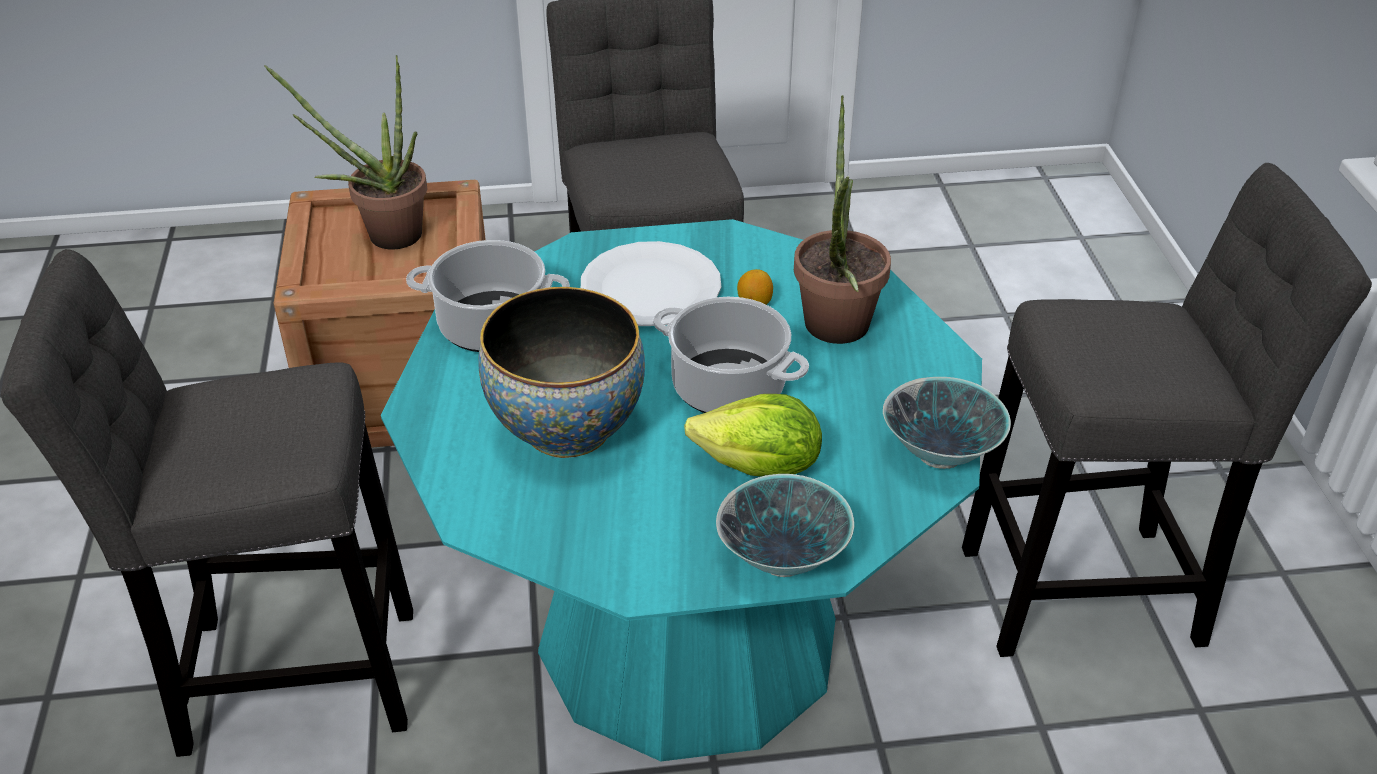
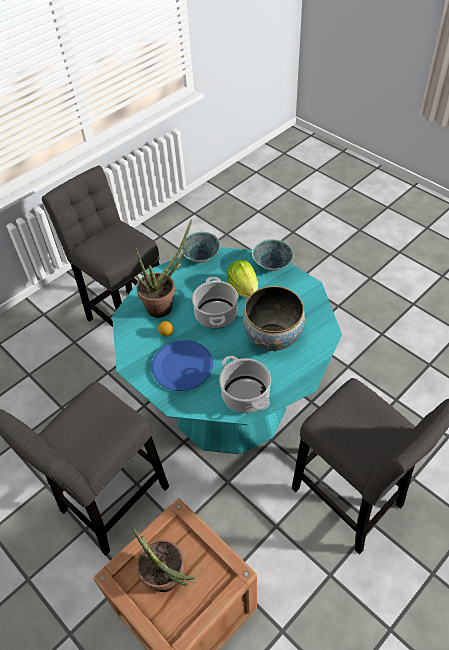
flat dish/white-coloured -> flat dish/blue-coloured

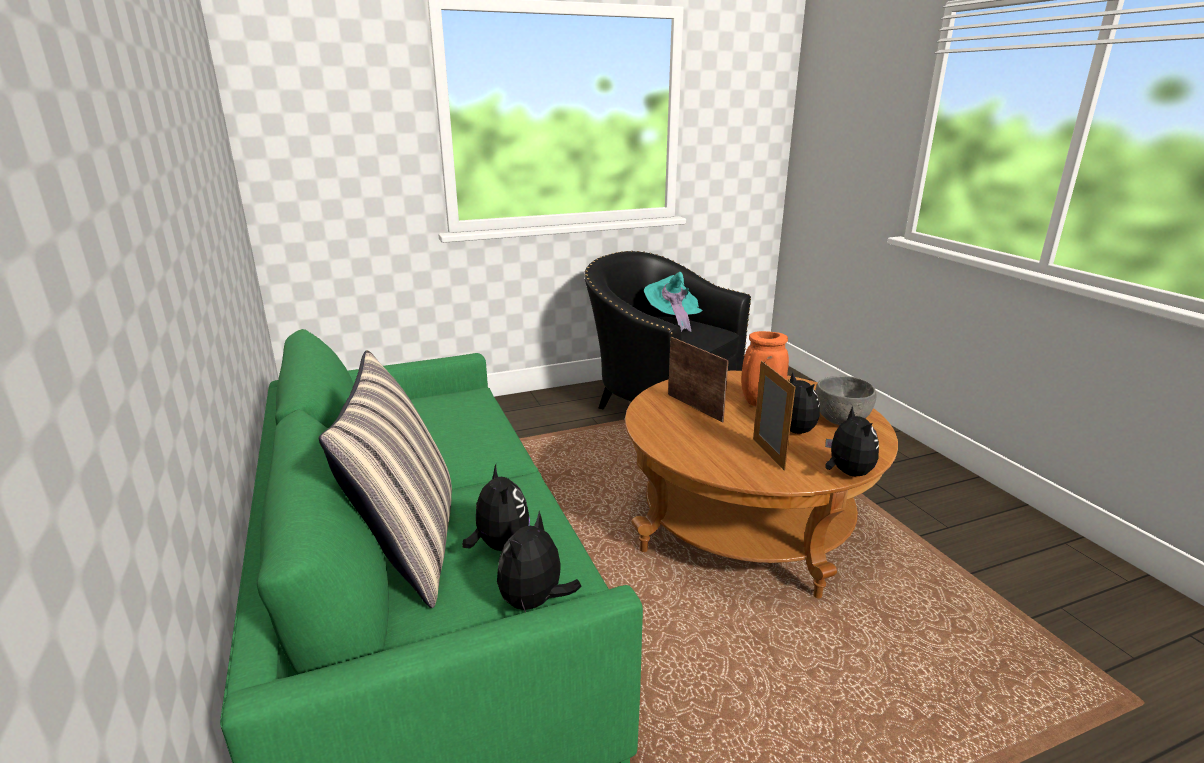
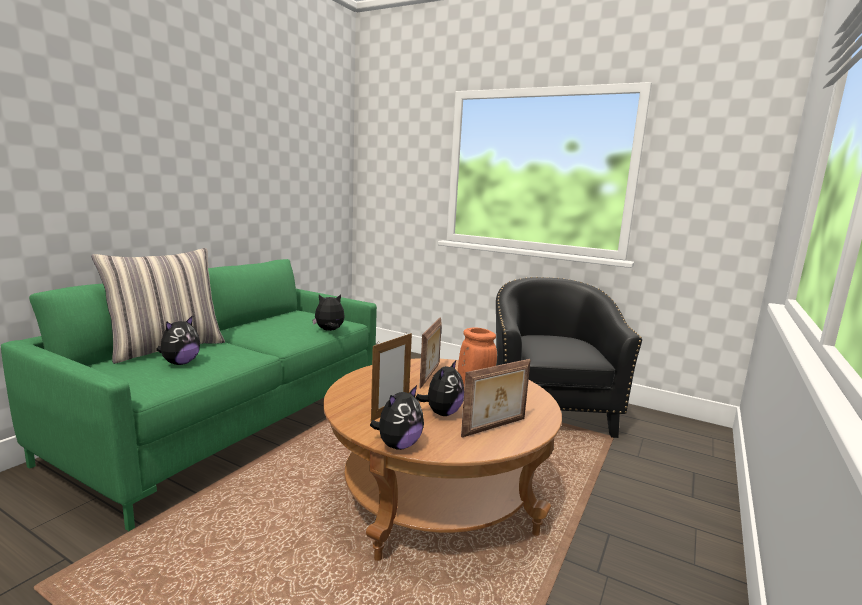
clothing hat/turquoise -> none
cuddly toy (no. 2 from left), relocated
bowl/gray -> standing frame (no. 3 from left)

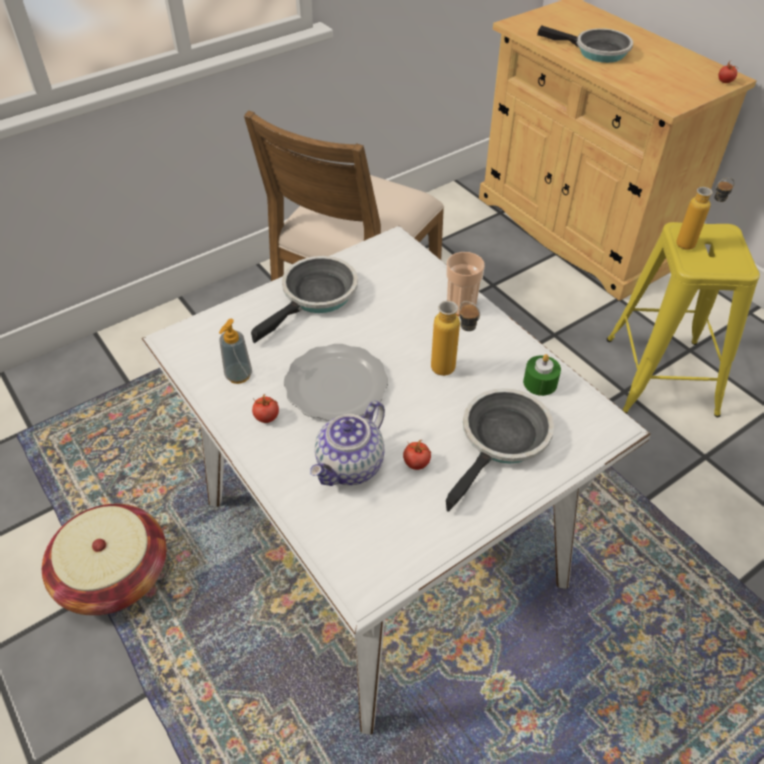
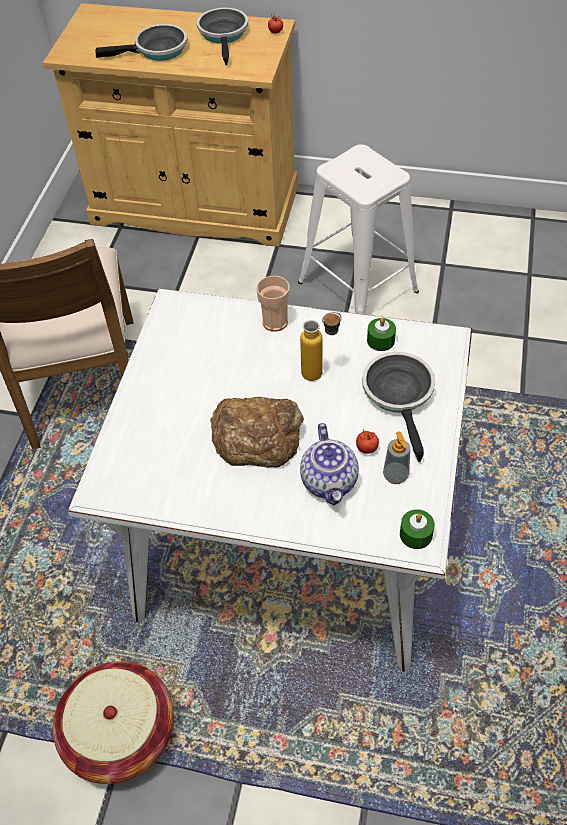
whole tomato (no. 1 from left) -> none
beverage bottle (no. 2 from left) -> none
none -> wax light/green-coloured (no. 2 from left)
liquid soap bottle, relocated
frying pan (no. 1 from left in the first image) -> frying pan (no. 2 from left), relocated
flat dish -> baked bread
stool seat/yellow -> stool seat/white-coloured

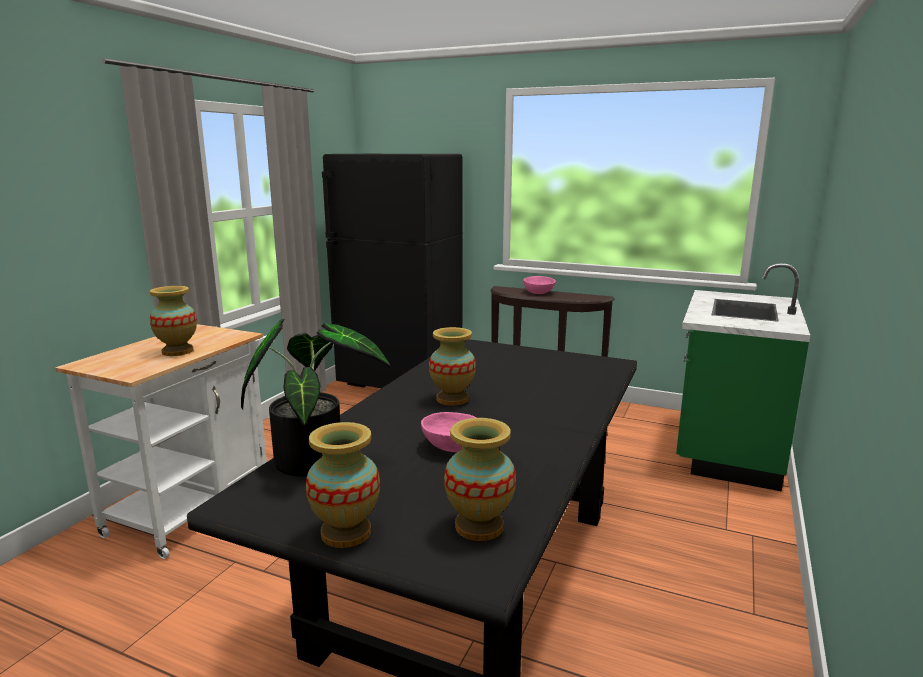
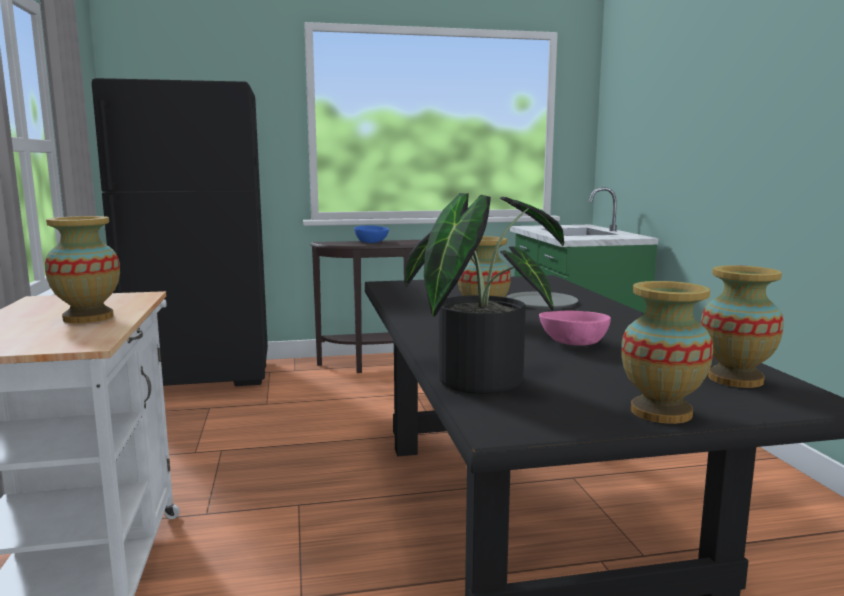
none -> flat dish/gray
bowl/pinkish (no. 2 from left) -> bowl/blue-coloured

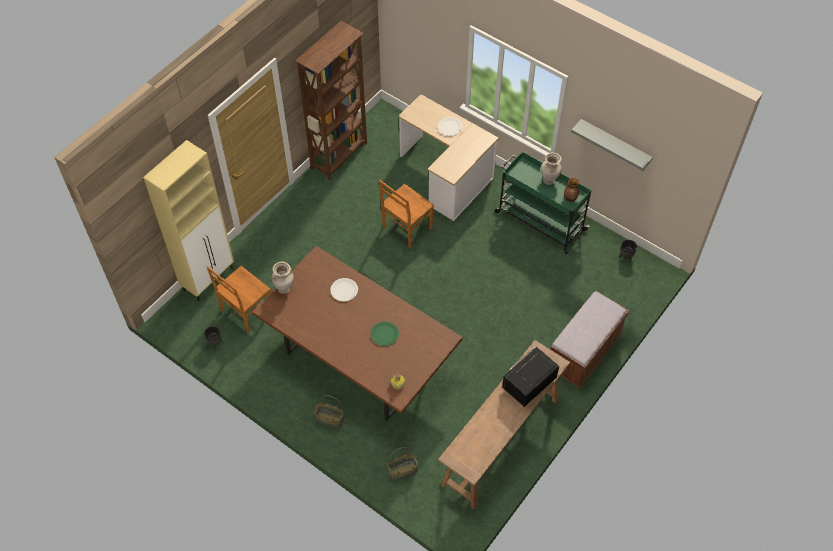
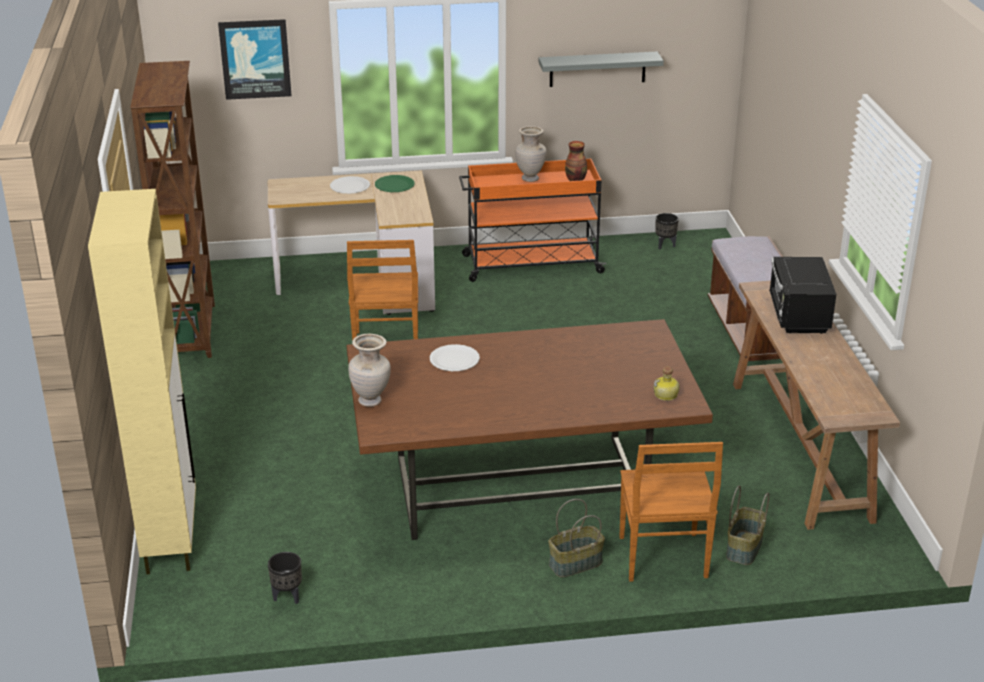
none -> wall art
upright chair/brown (no. 1 from left in the first image) -> upright chair/brown (no. 2 from left), relocated
flat dish/green-coloured, relocated
trolley/green-coloured -> trolley/orange

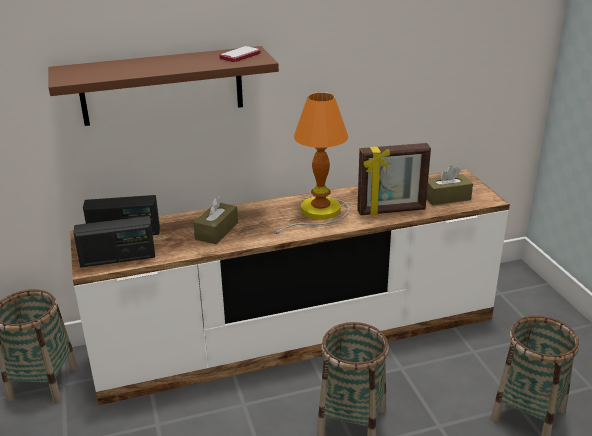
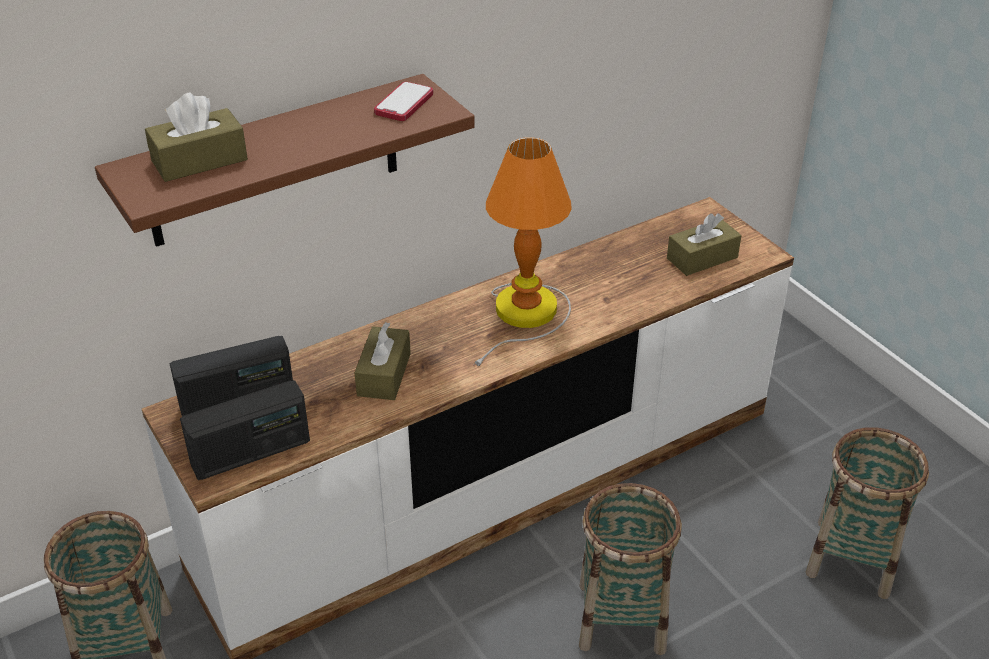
standing frame -> none
none -> tissue box/brown (no. 1 from left)

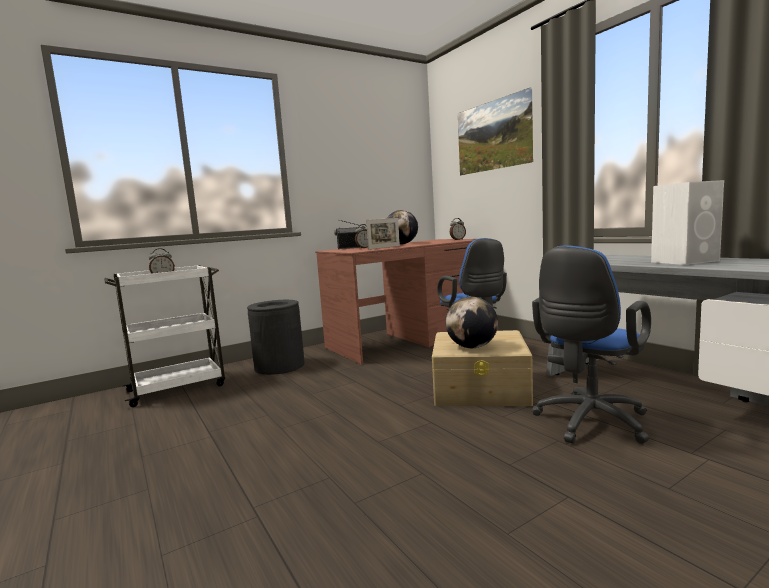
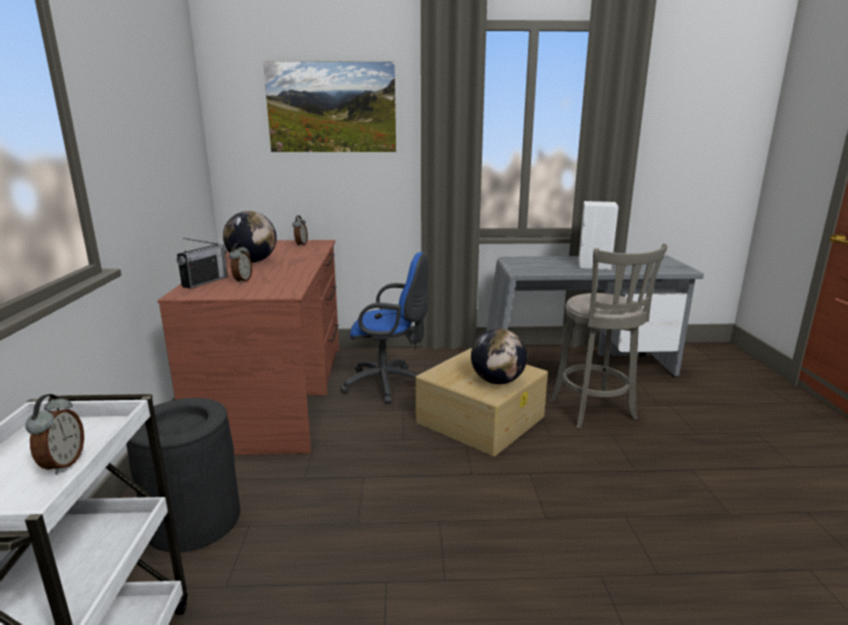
standing frame -> none
computer chair/blue-coloured (no. 2 from left) -> stool seat/gray

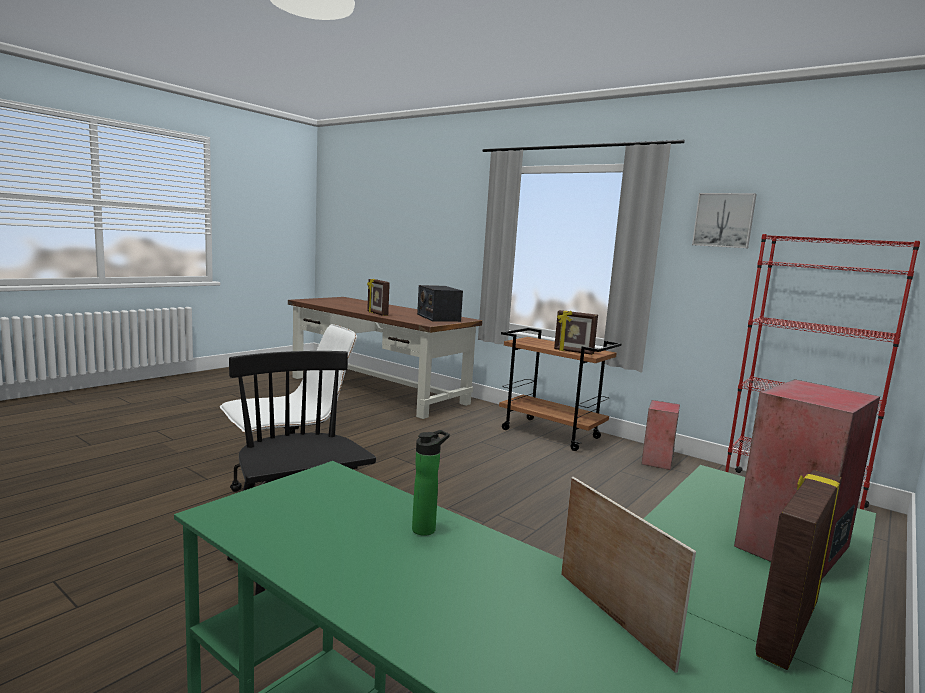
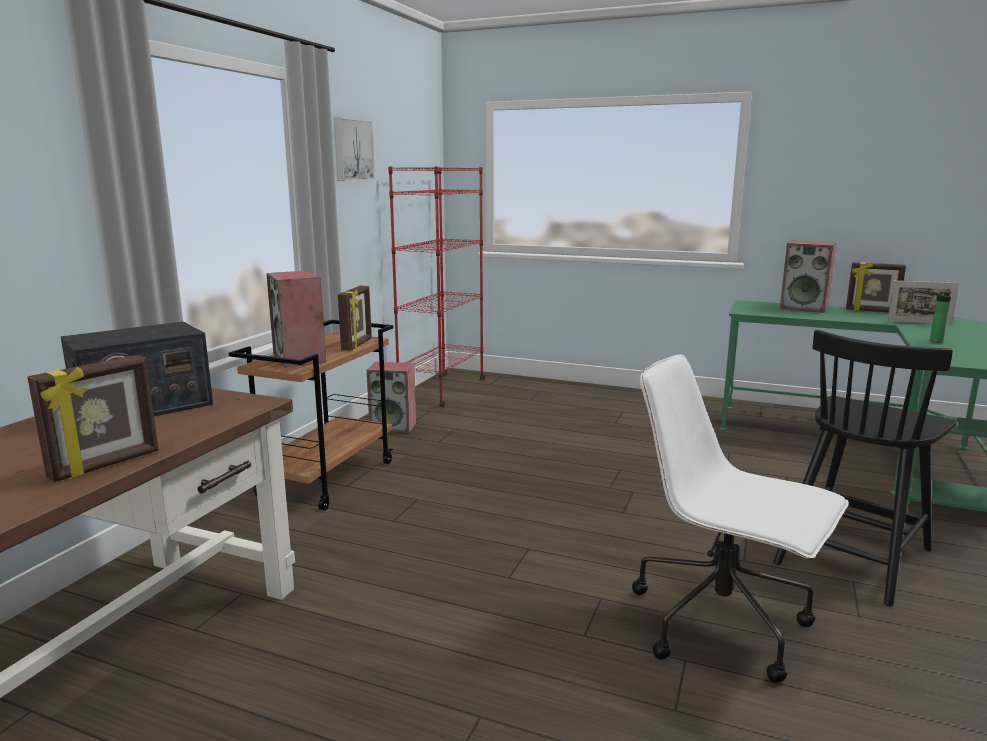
none -> loudspeaker (no. 1 from left)
standing frame (no. 3 from left in the first image) -> standing frame (no. 4 from left), 120 degrees counterclockwise

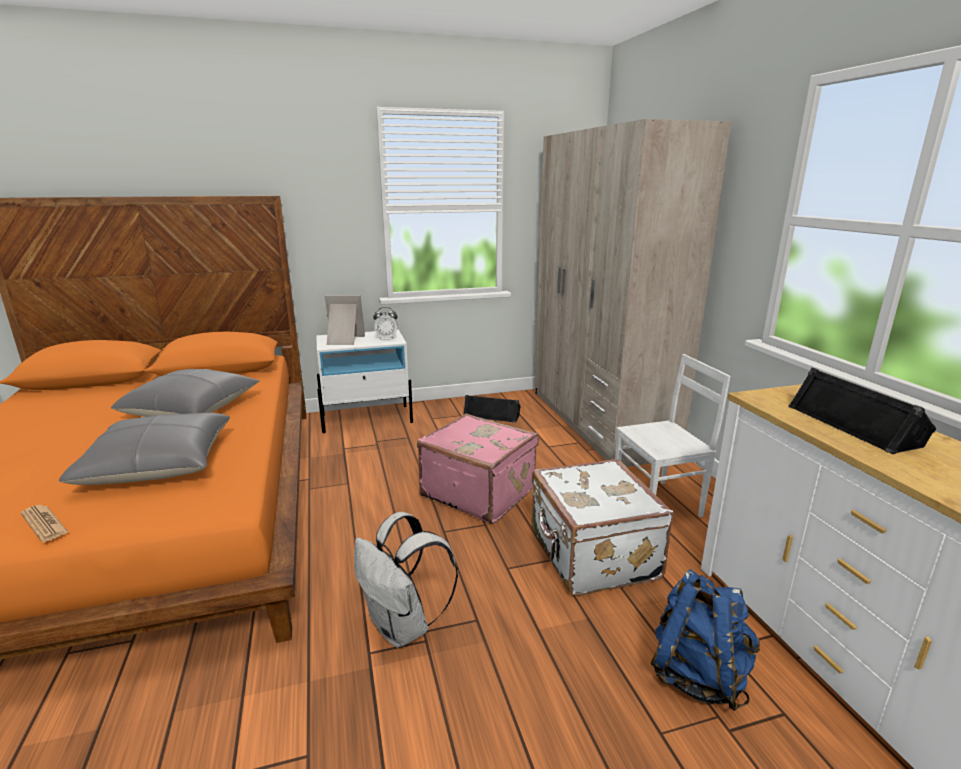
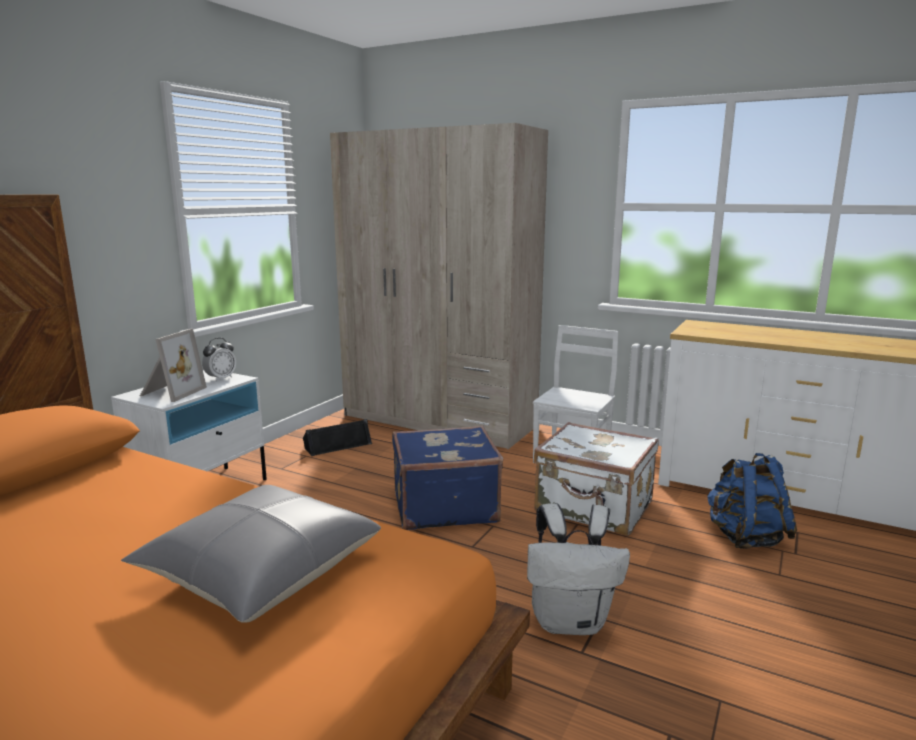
daily paper -> none
throw pillow/gray (no. 2 from left) -> none
loudspeaker/black (no. 2 from left) -> none
piece of luggage/pinkish -> piece of luggage/blue-coloured
standing frame, 150 degrees clockwise

